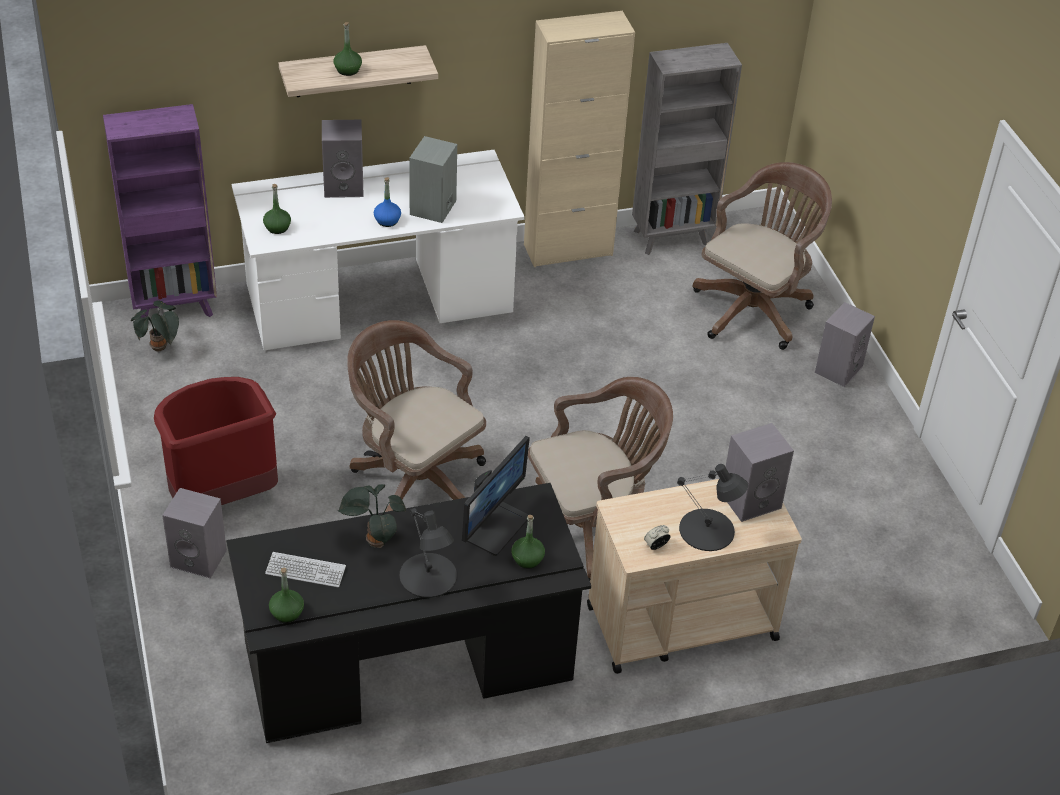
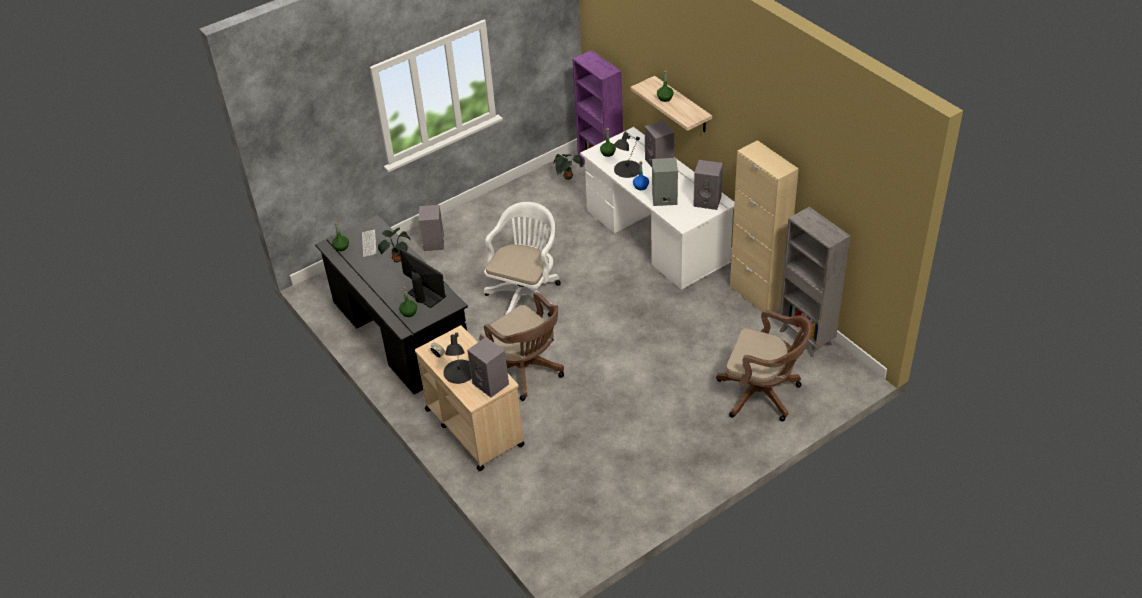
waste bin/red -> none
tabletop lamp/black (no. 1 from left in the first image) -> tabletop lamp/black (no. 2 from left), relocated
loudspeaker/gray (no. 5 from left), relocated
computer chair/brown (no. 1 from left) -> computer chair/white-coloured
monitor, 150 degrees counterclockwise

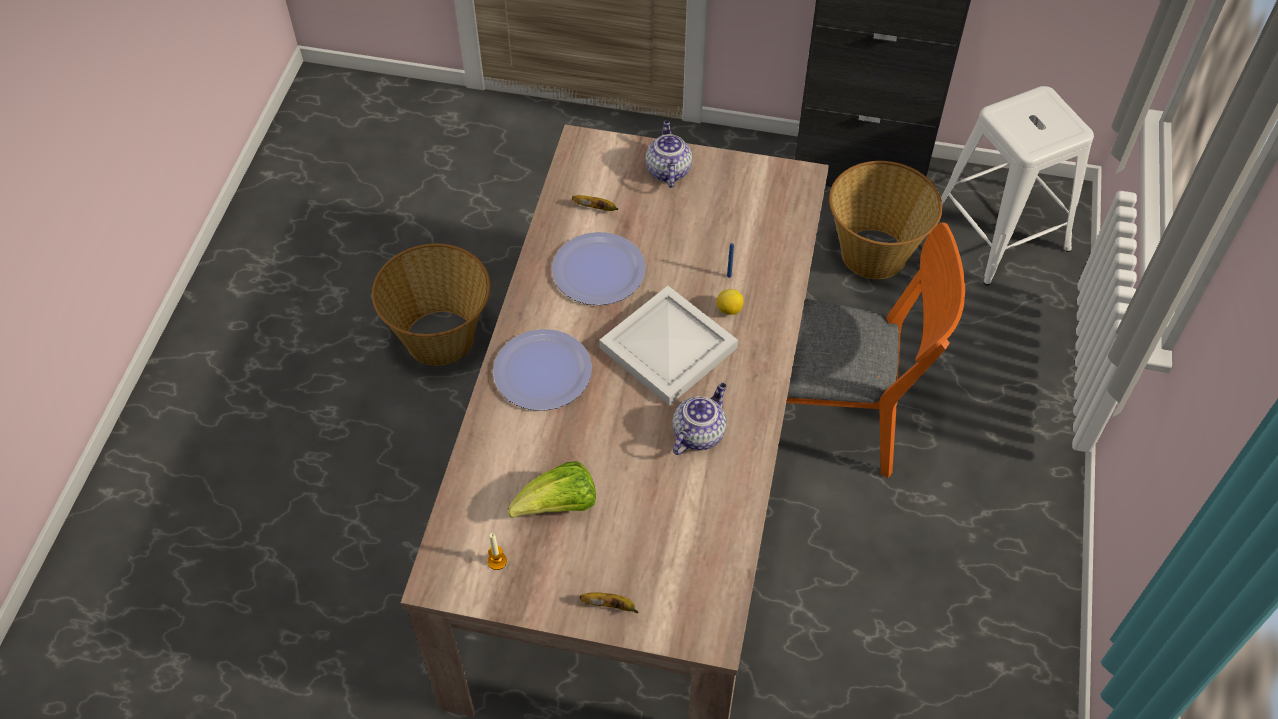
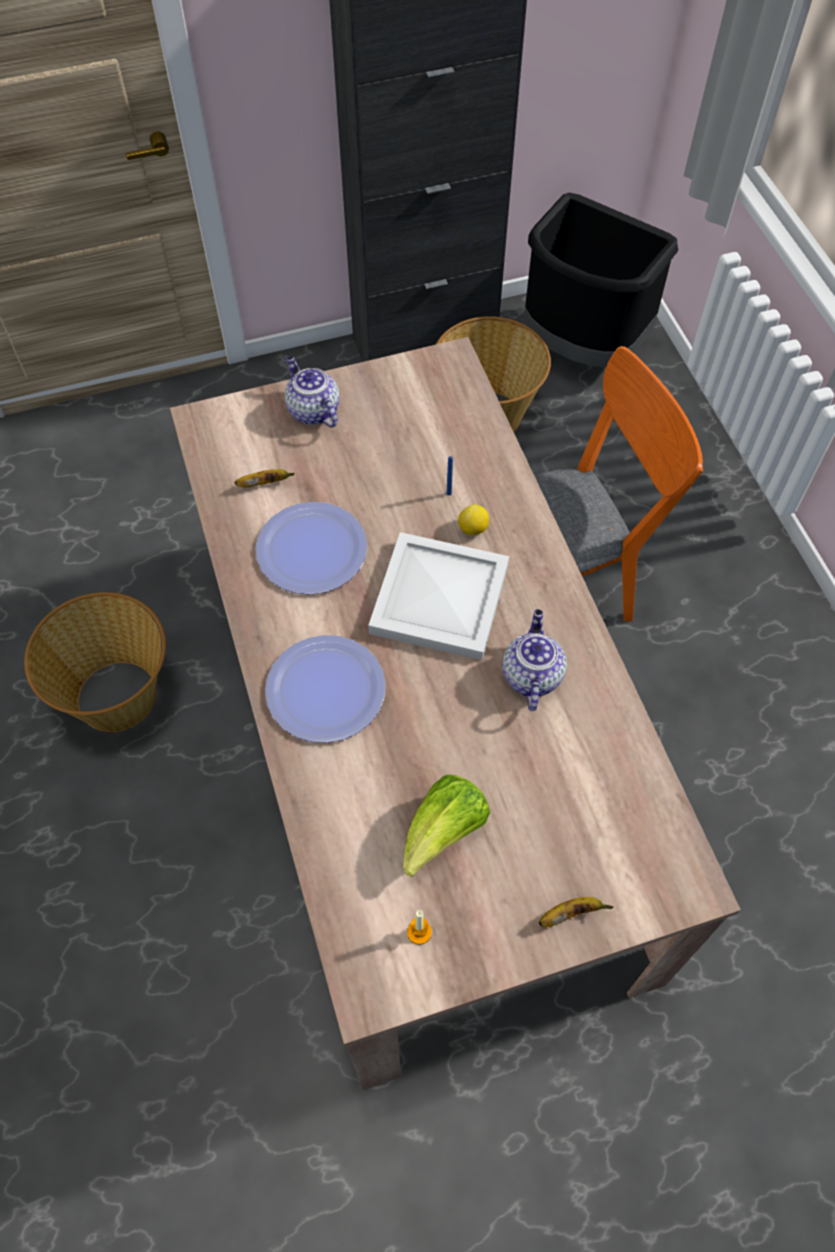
stool seat/white-coloured -> waste bin/black

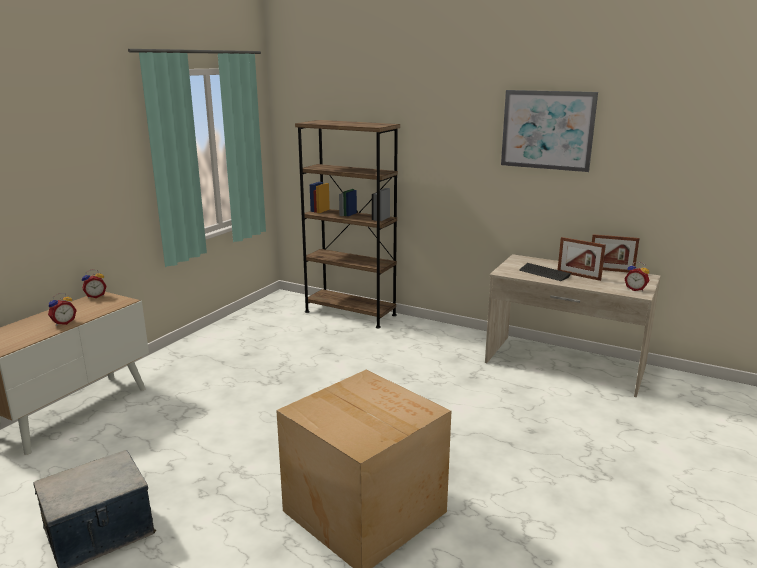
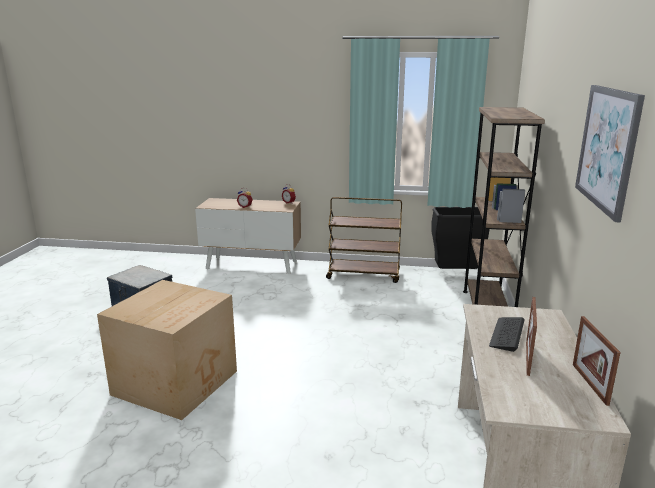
alarm clock (no. 3 from left) -> none
none -> trolley/brown
none -> waste bin/black

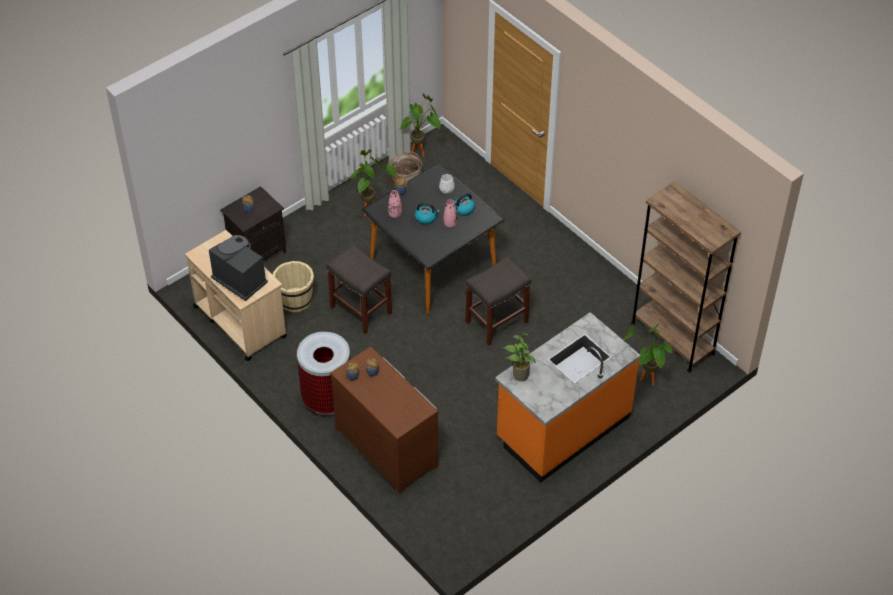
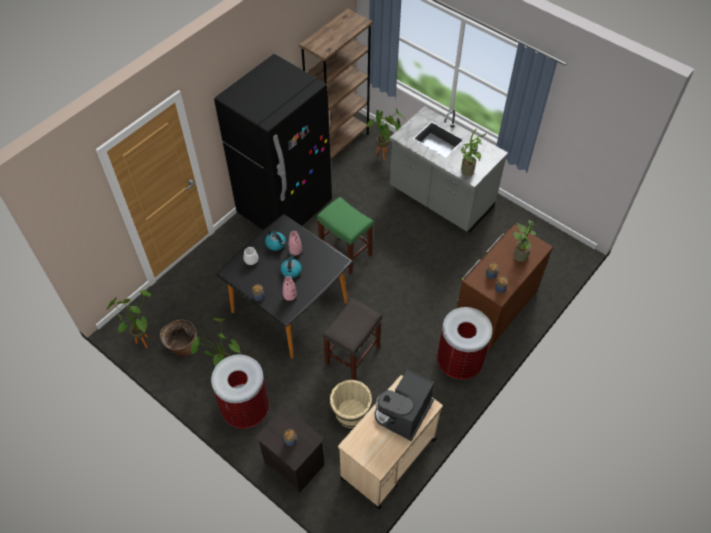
none -> waste bin (no. 1 from left)
none -> kitchen fridge/black
none -> potted plant (no. 5 from left)
stool seat/gray (no. 2 from left) -> stool seat/green-coloured
counter/orange -> counter/gray

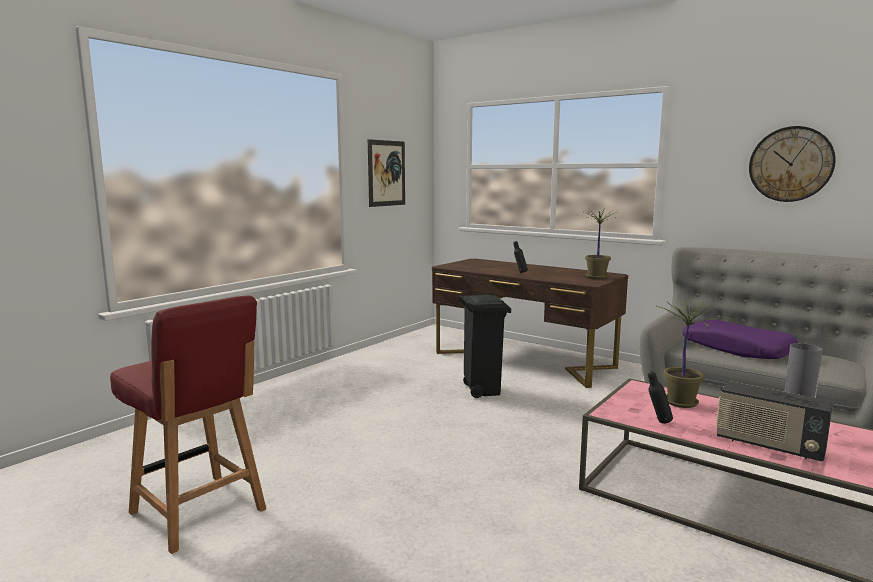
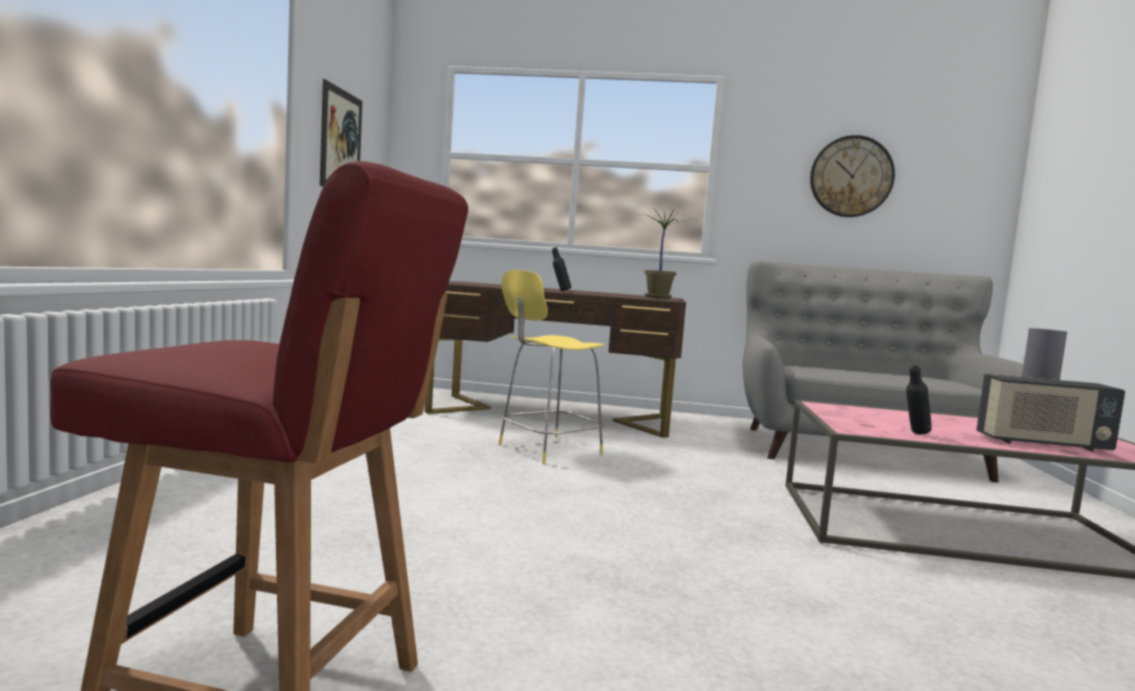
potted plant (no. 2 from left) -> none
throw pillow/purple-coloured -> none
waste bin/black -> stool seat/yellow

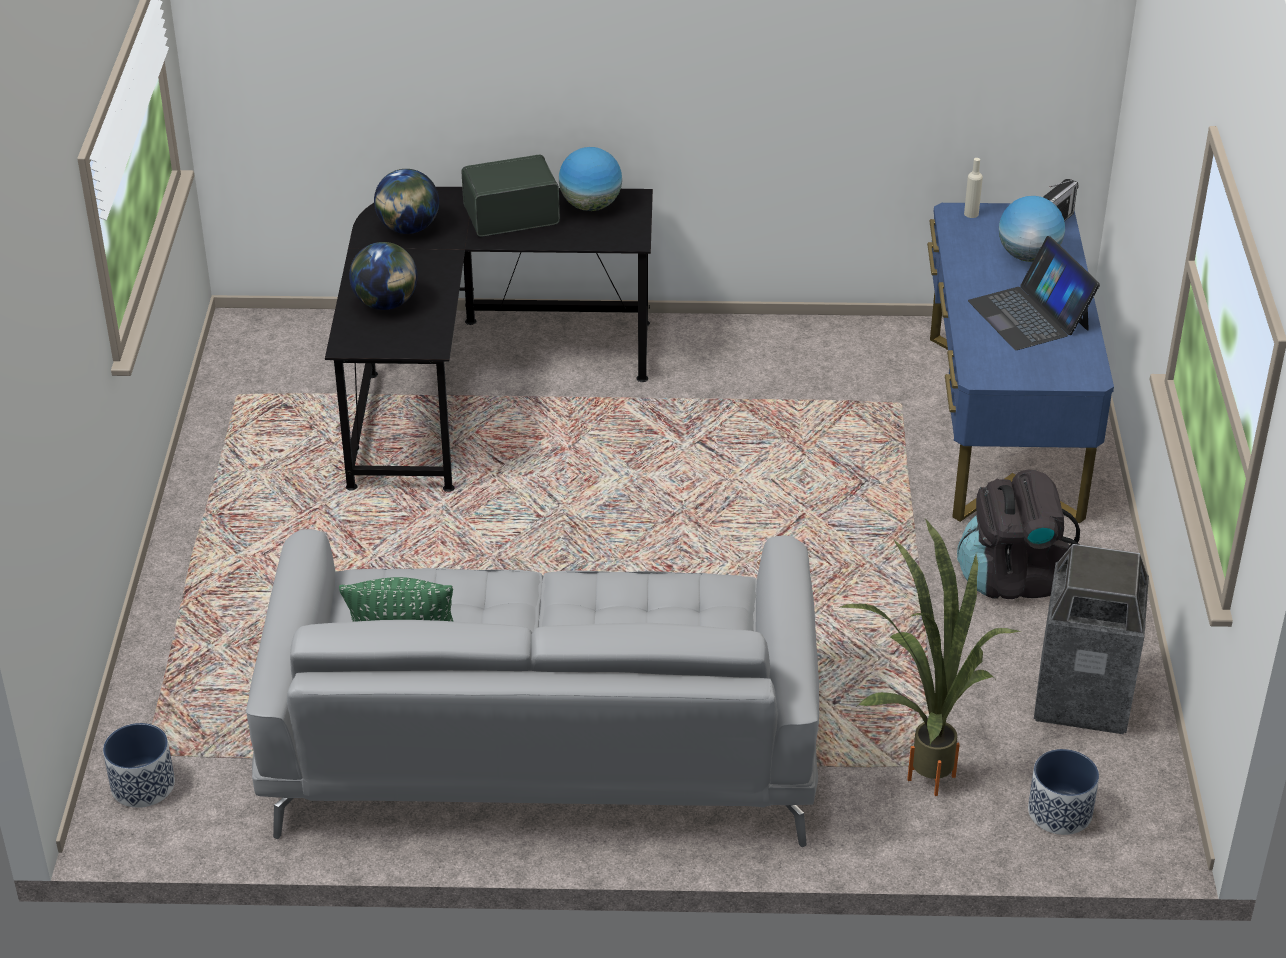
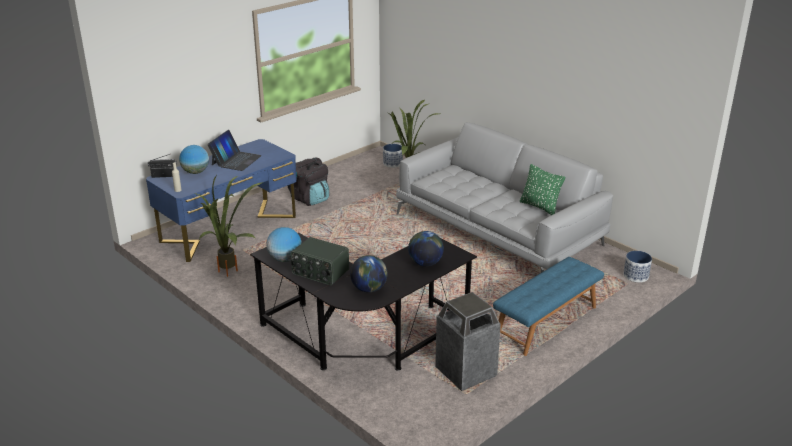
none -> potted plant (no. 1 from left)
none -> long seat/blue-coloured
waste bin, relocated

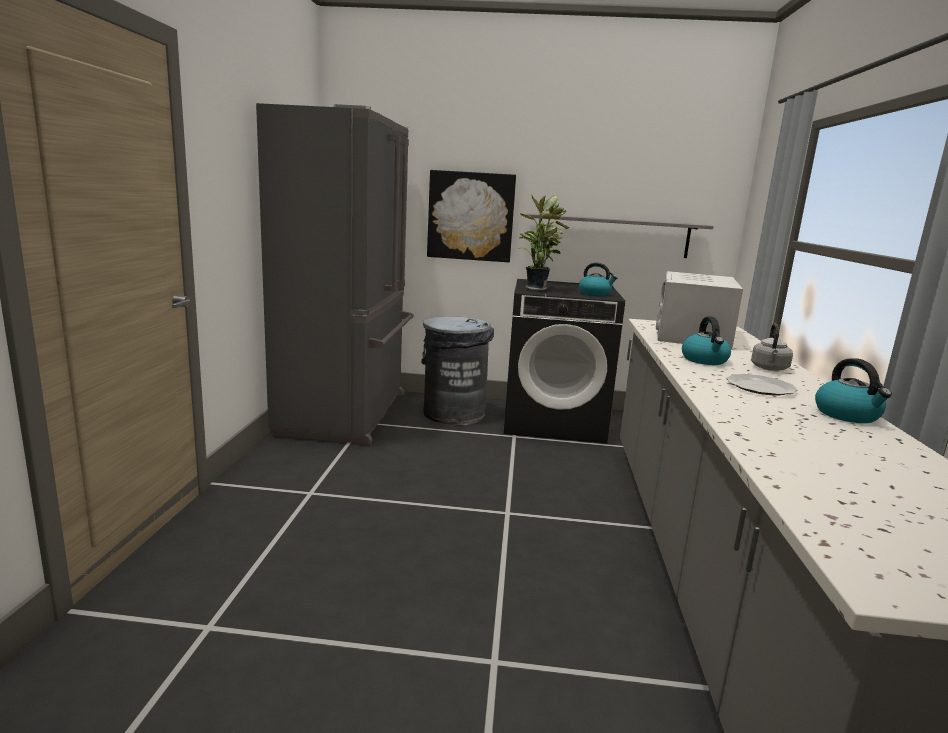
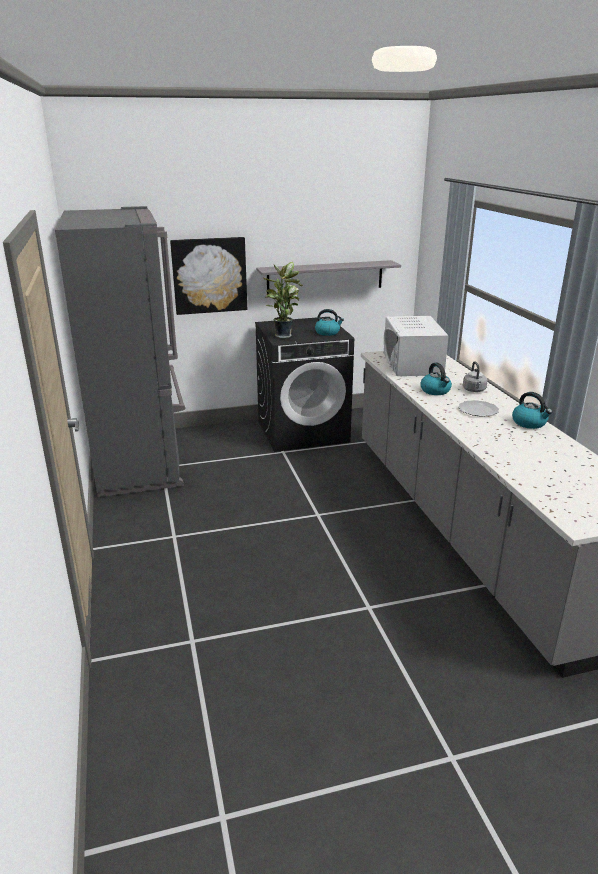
waste bin/gray -> none

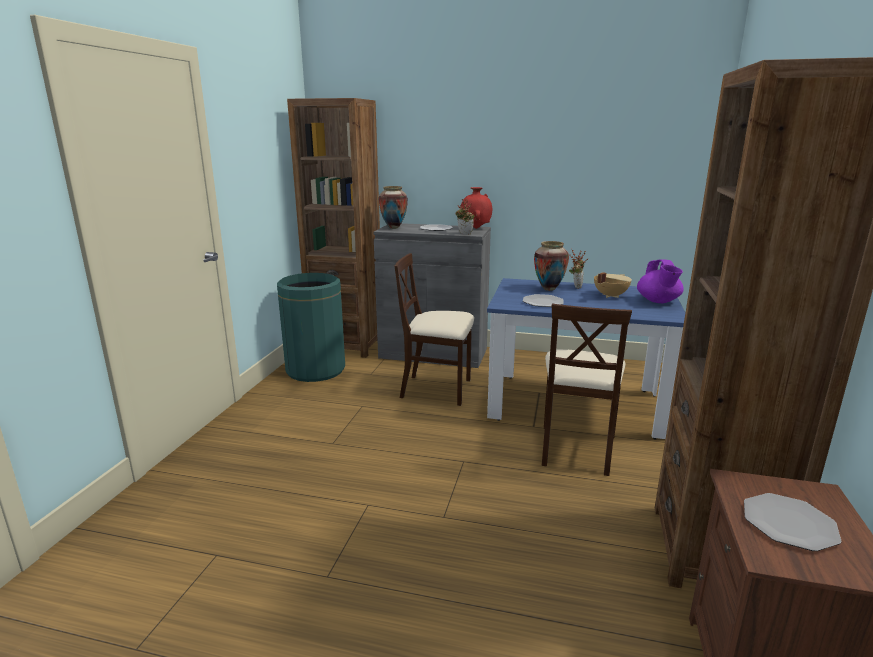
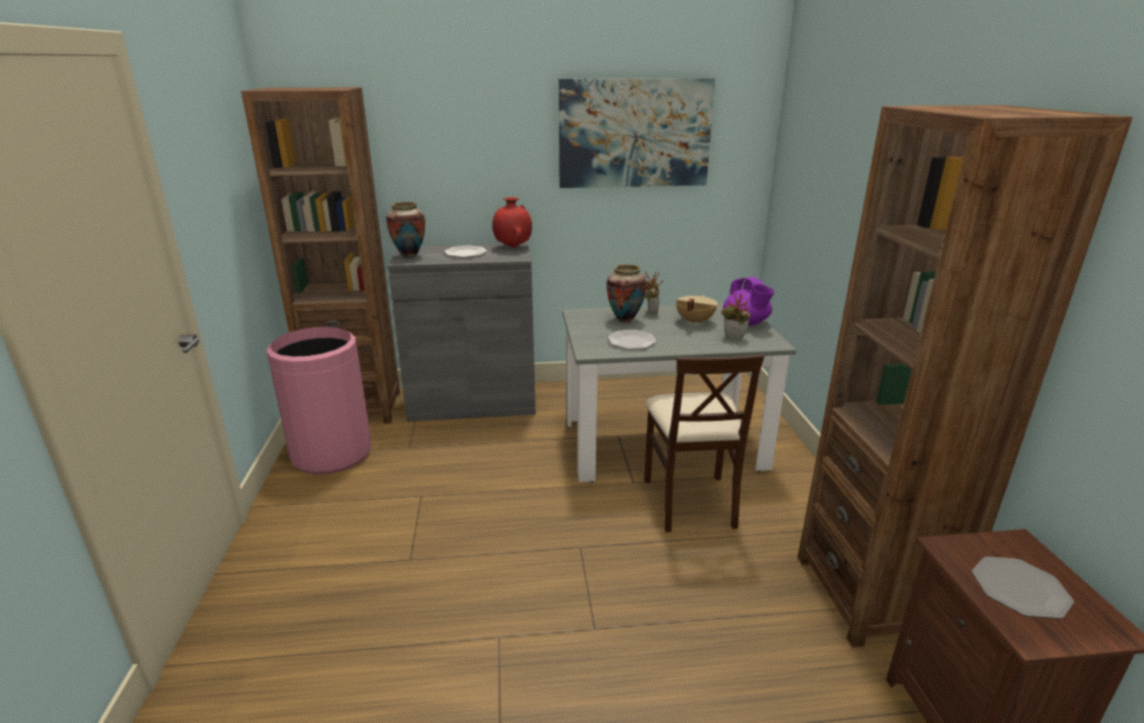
upright chair/sand-coloured (no. 1 from left) -> none
none -> wall art
potted plant (no. 1 from left in the first image) -> potted plant (no. 2 from left), relocated
waste bin/green-coloured -> waste bin/pinkish
dinner table/blue-coloured -> dinner table/gray

